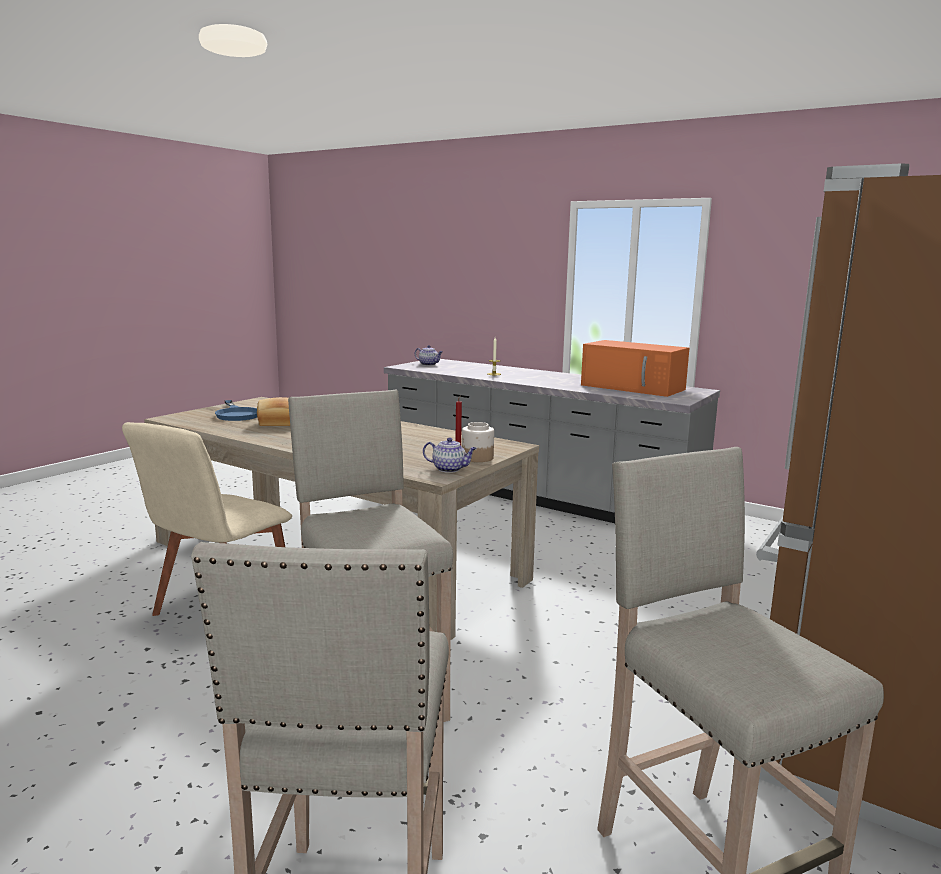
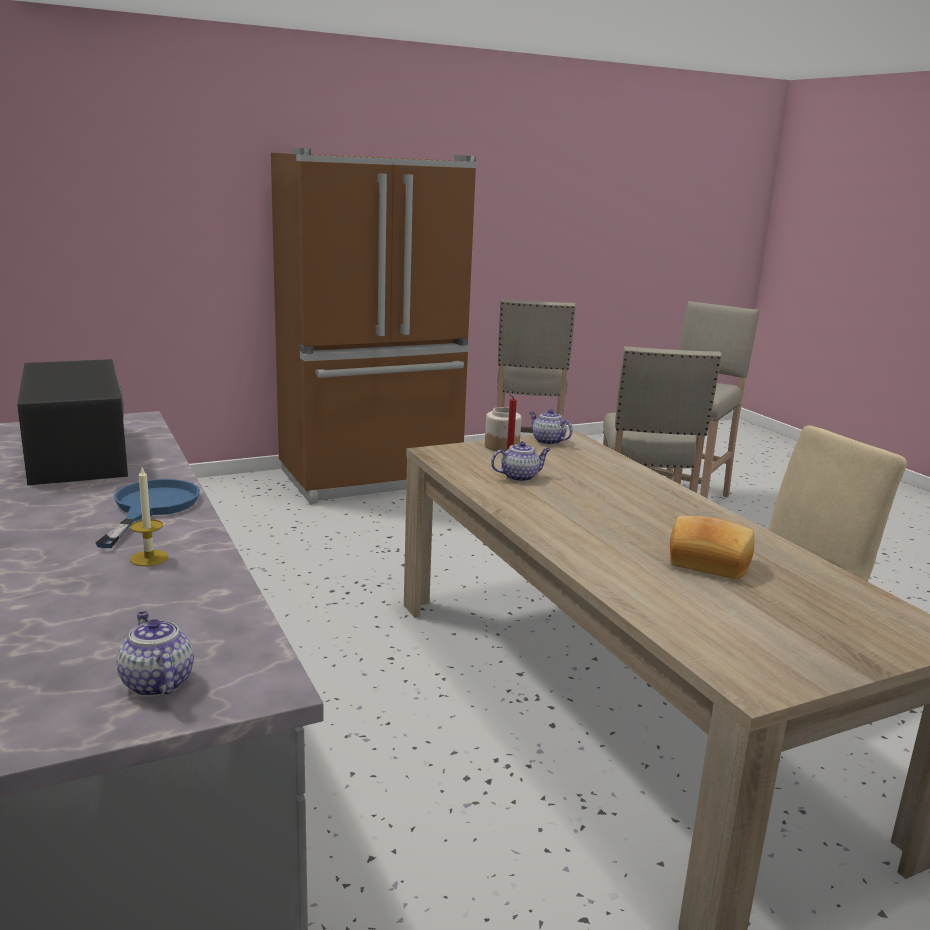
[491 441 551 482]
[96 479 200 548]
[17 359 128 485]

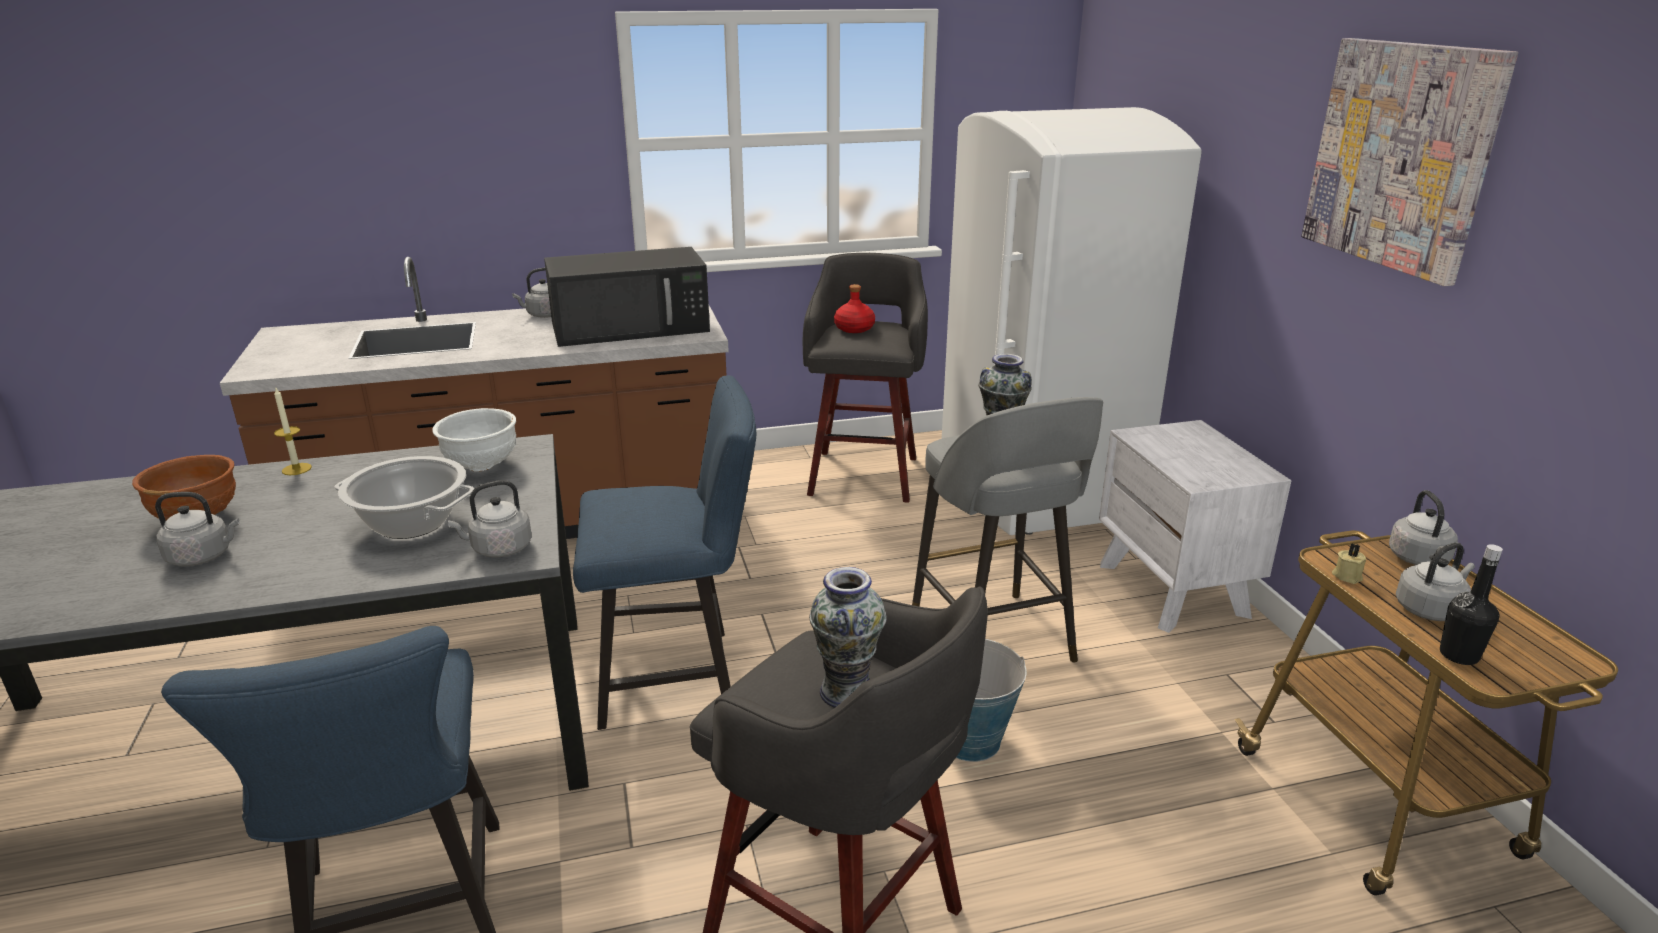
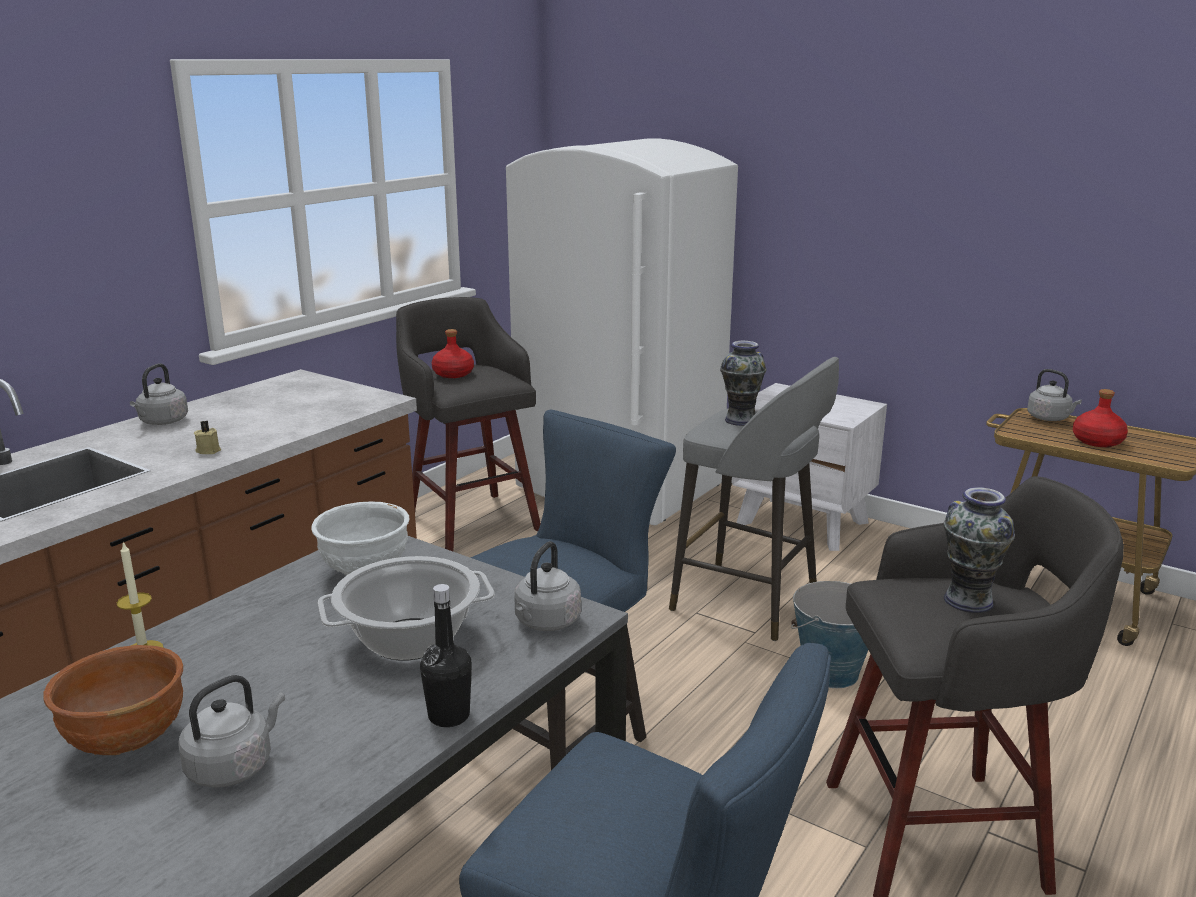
[544 247 710 347] (first image)
[1301 38 1518 286] (first image)
[194 421 221 454]
[420 584 472 727]
[1073 389 1128 447]

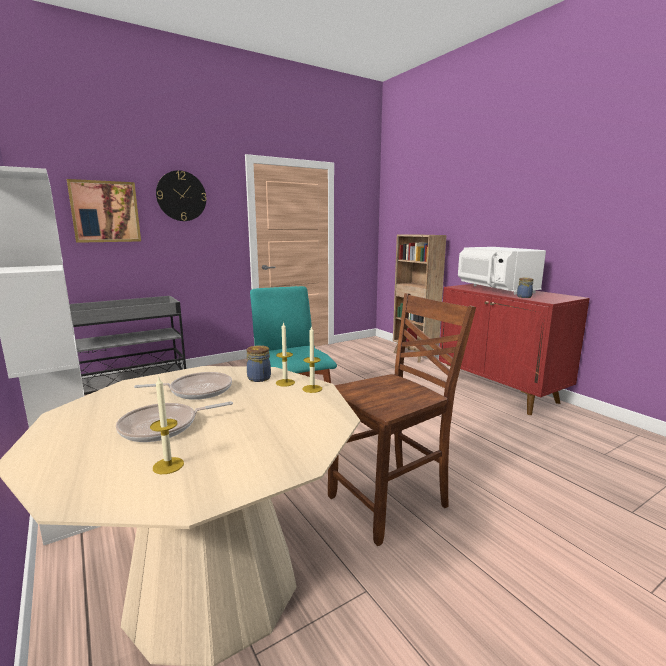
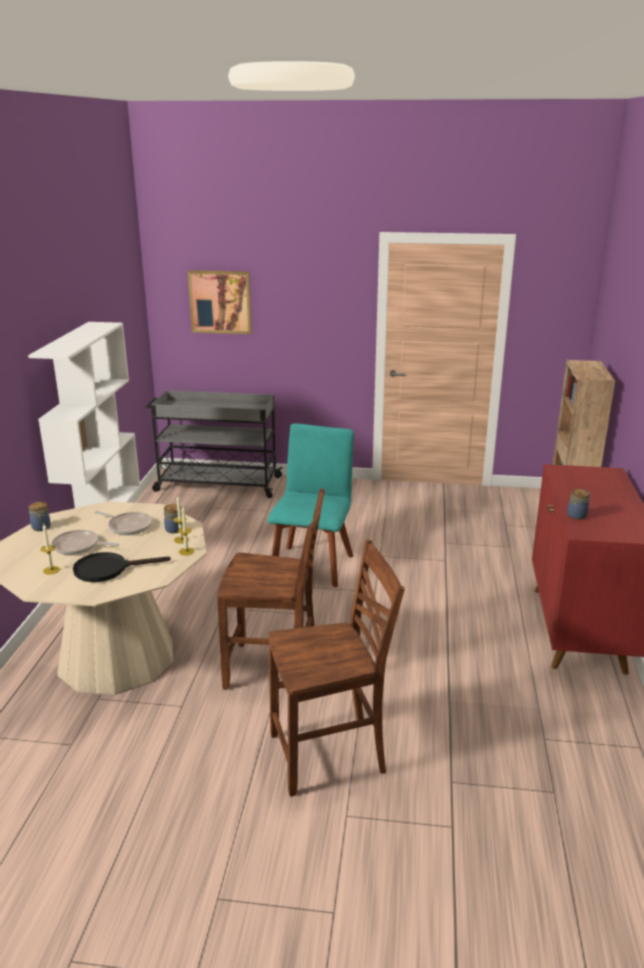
[156 170 206 221] (first image)
[458 247 546 295] (first image)
[29 502 51 531]
[73 552 171 582]
[269 540 404 797]

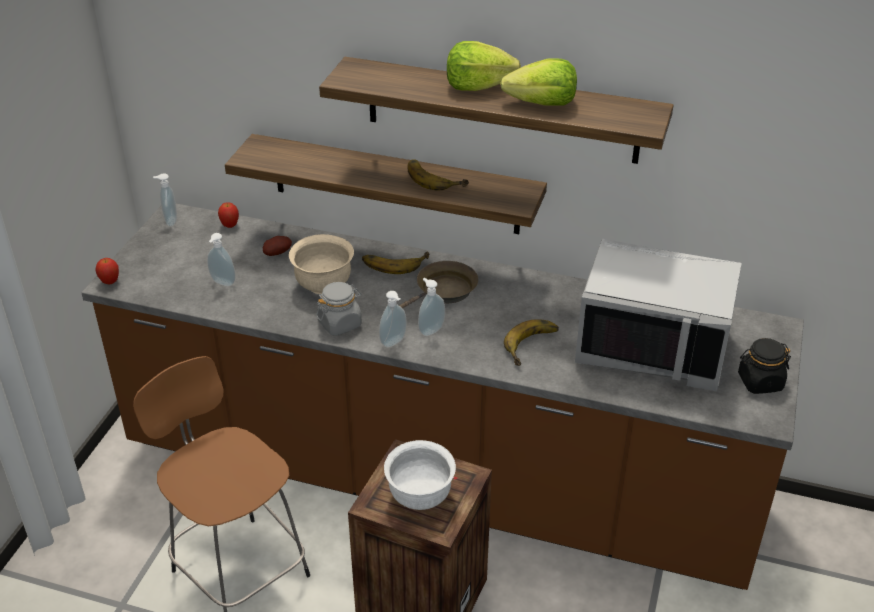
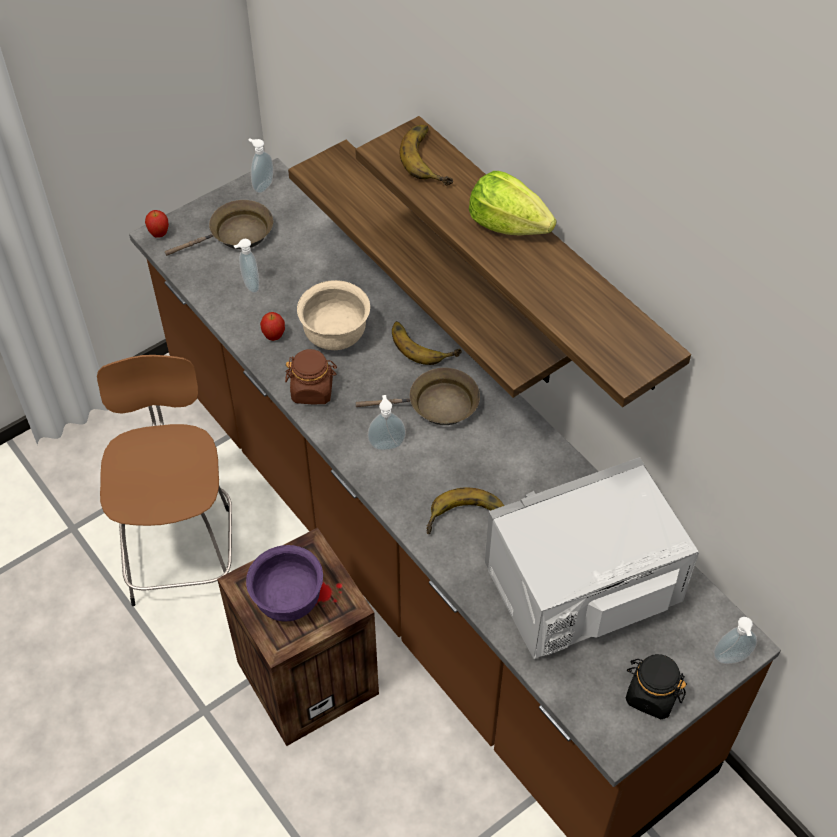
[263 236 292 256] (first image)
[500 58 577 106] (first image)
[165 200 273 256]
[260 312 285 341]
[714 617 757 664]
[400 125 453 186]
[285 349 337 404]
[246 545 323 621]
[485 457 699 660]

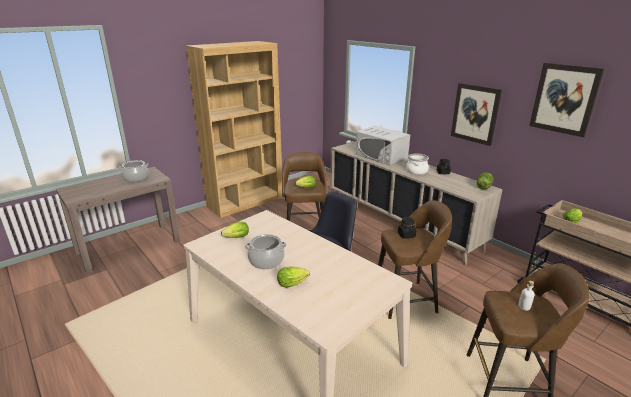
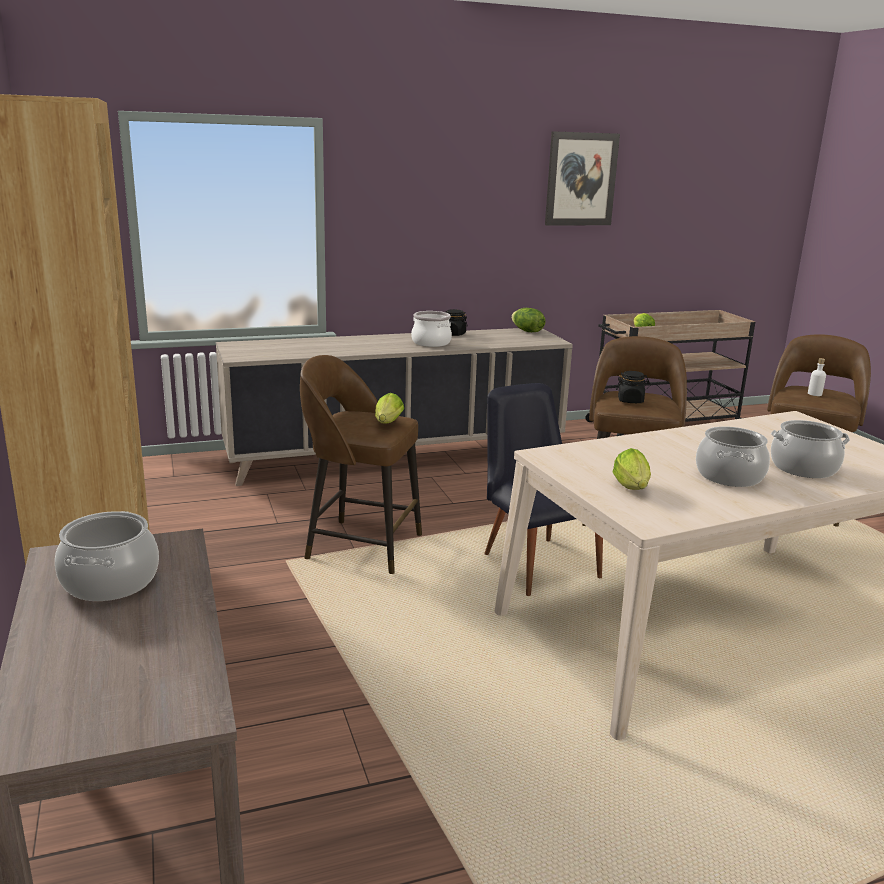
[356 126 410 166] (first image)
[451 83 502 146] (first image)
[771 420 850 478]

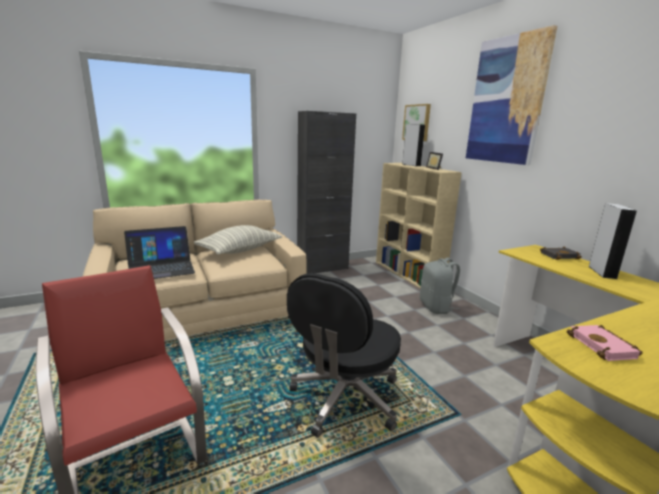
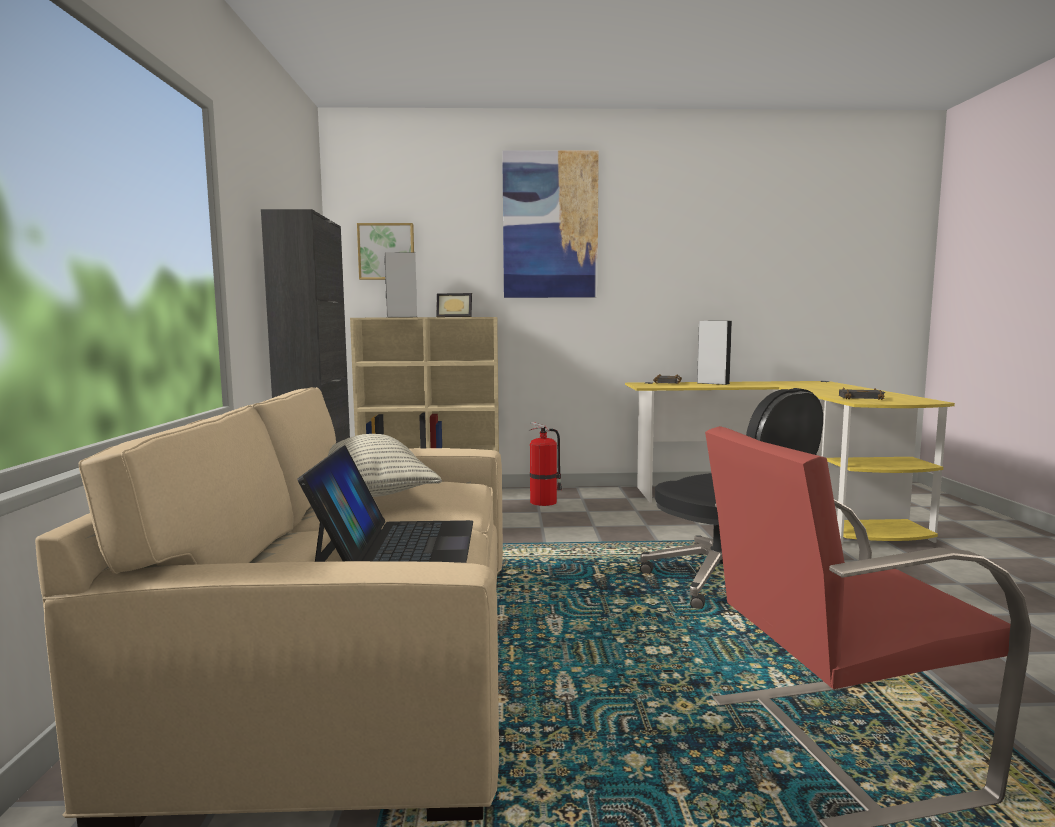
[528 422 562 506]
[839 388 885 400]

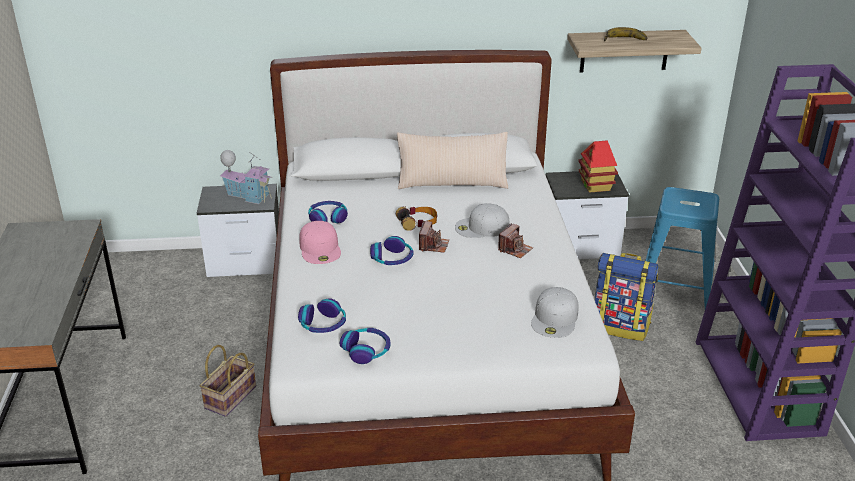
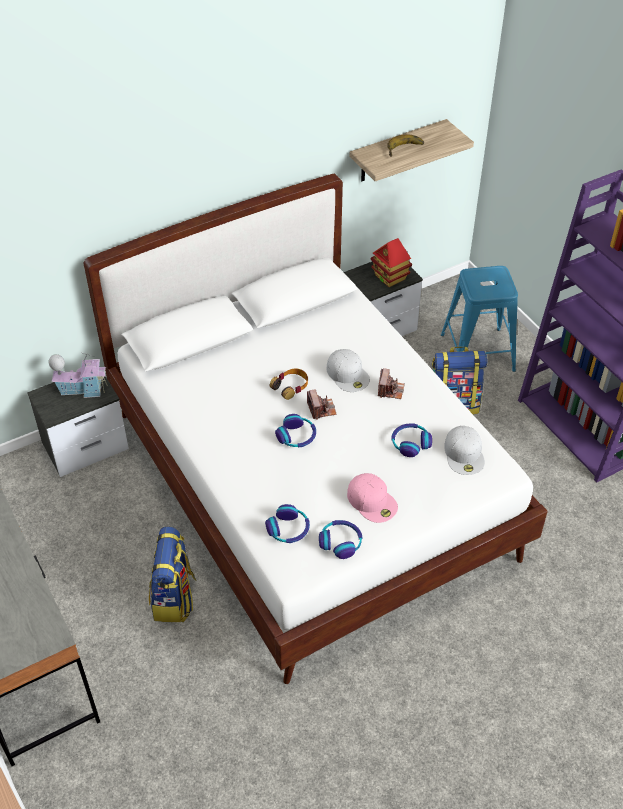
[397 132 508 189] (first image)
[347 473 398 523]
[392 424 432 457]
[149 527 197 622]
[327 349 370 392]

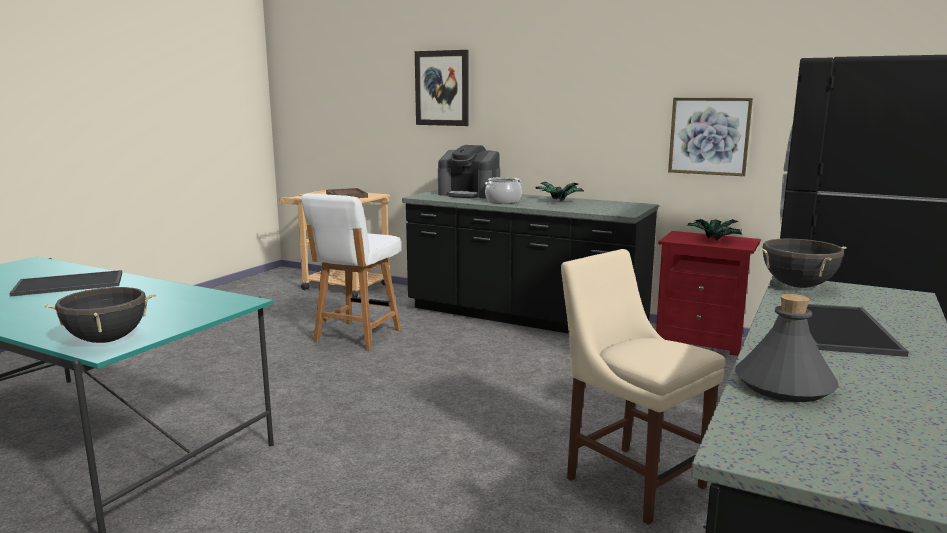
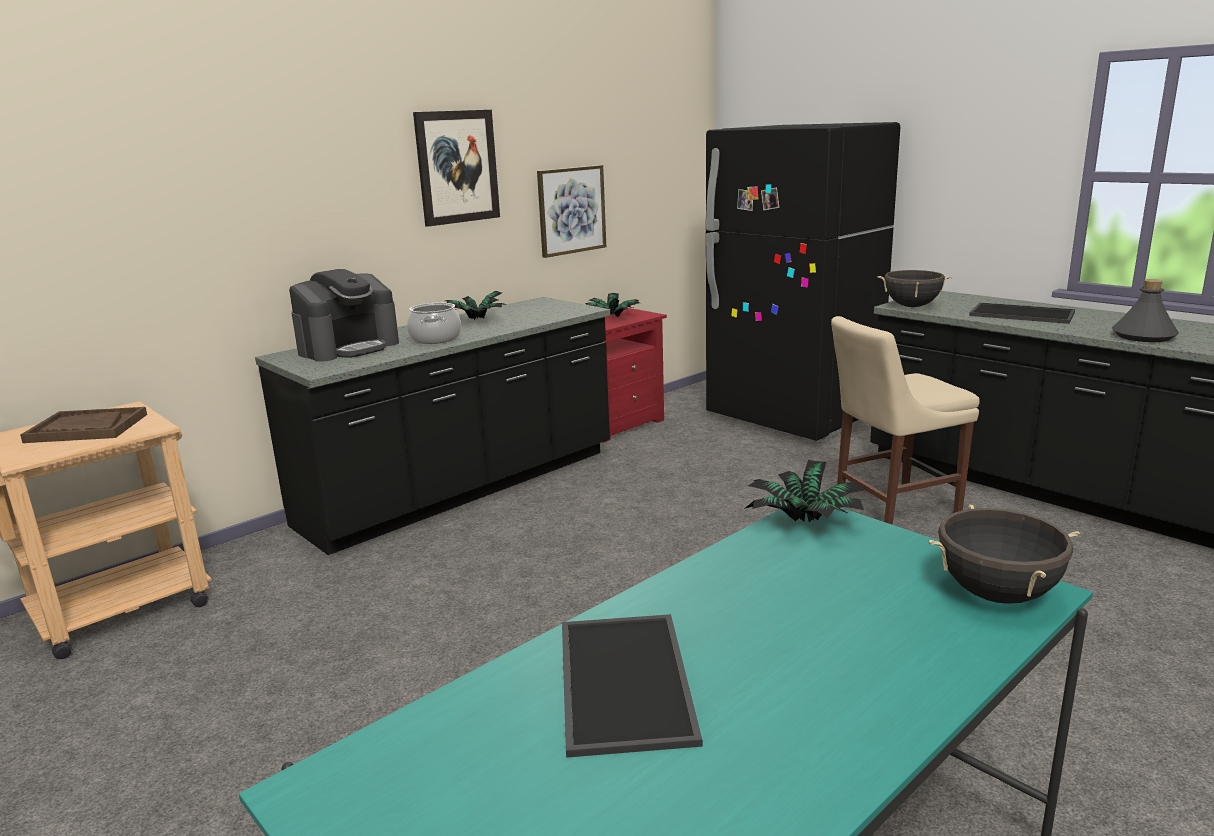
[301 194 401 351] (first image)
[744 460 869 522]
[413 110 500 227]

